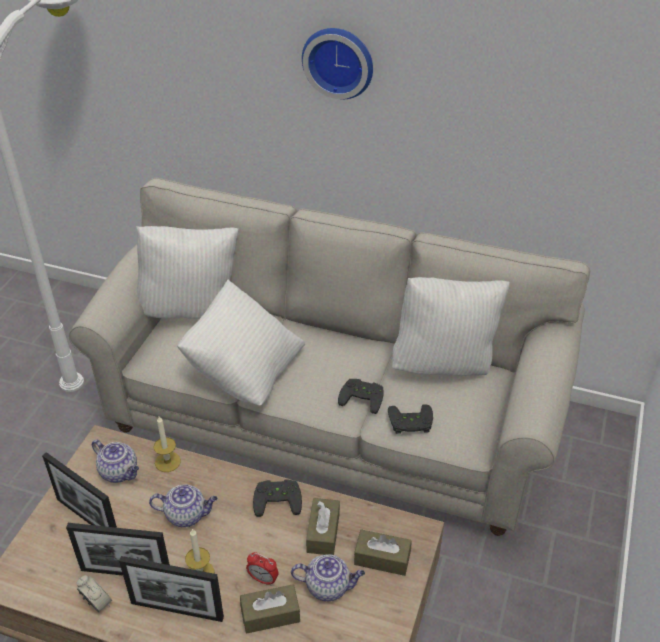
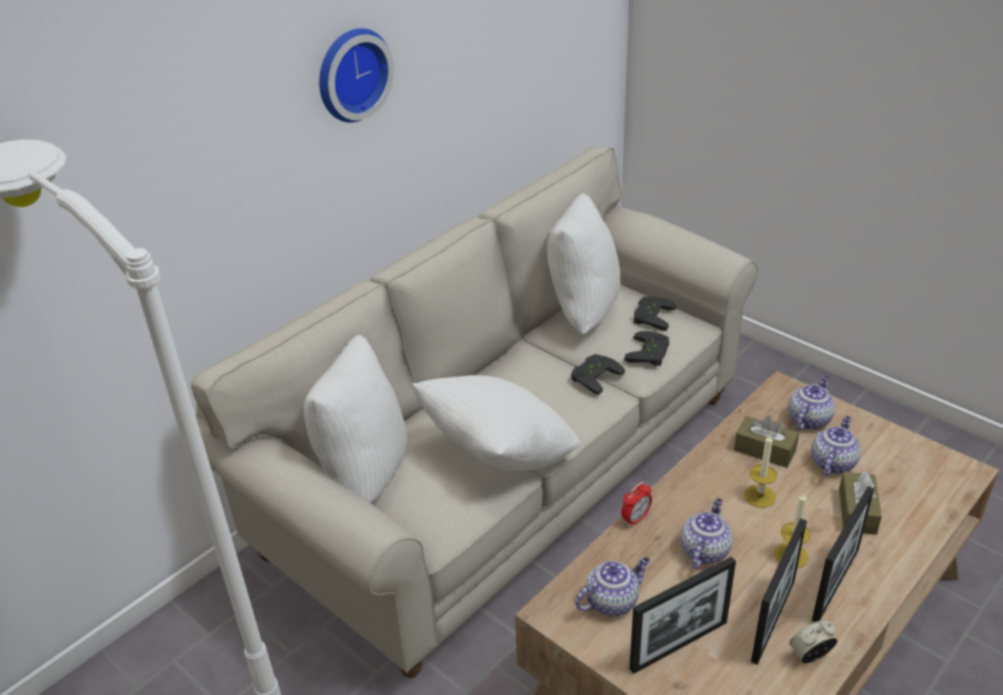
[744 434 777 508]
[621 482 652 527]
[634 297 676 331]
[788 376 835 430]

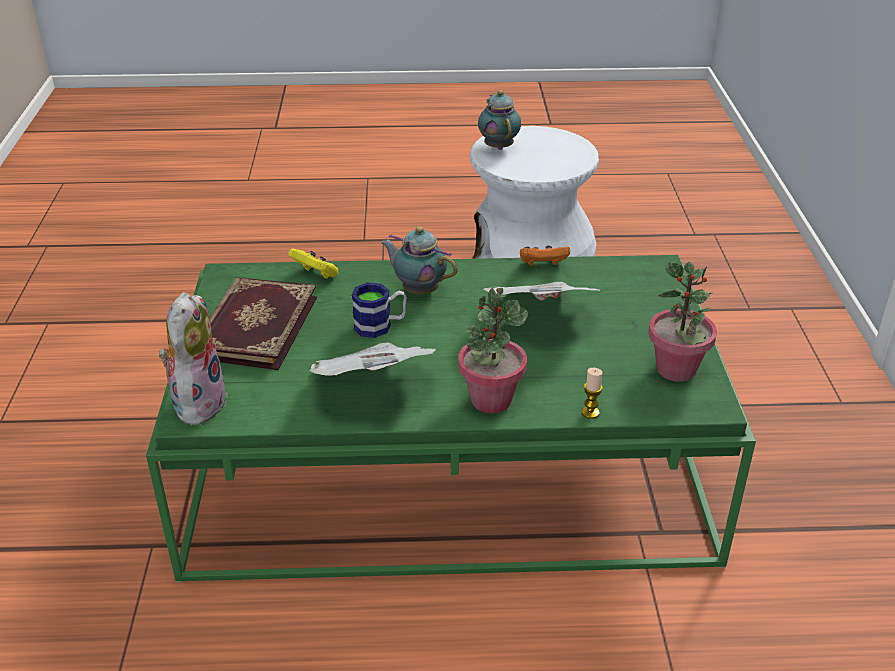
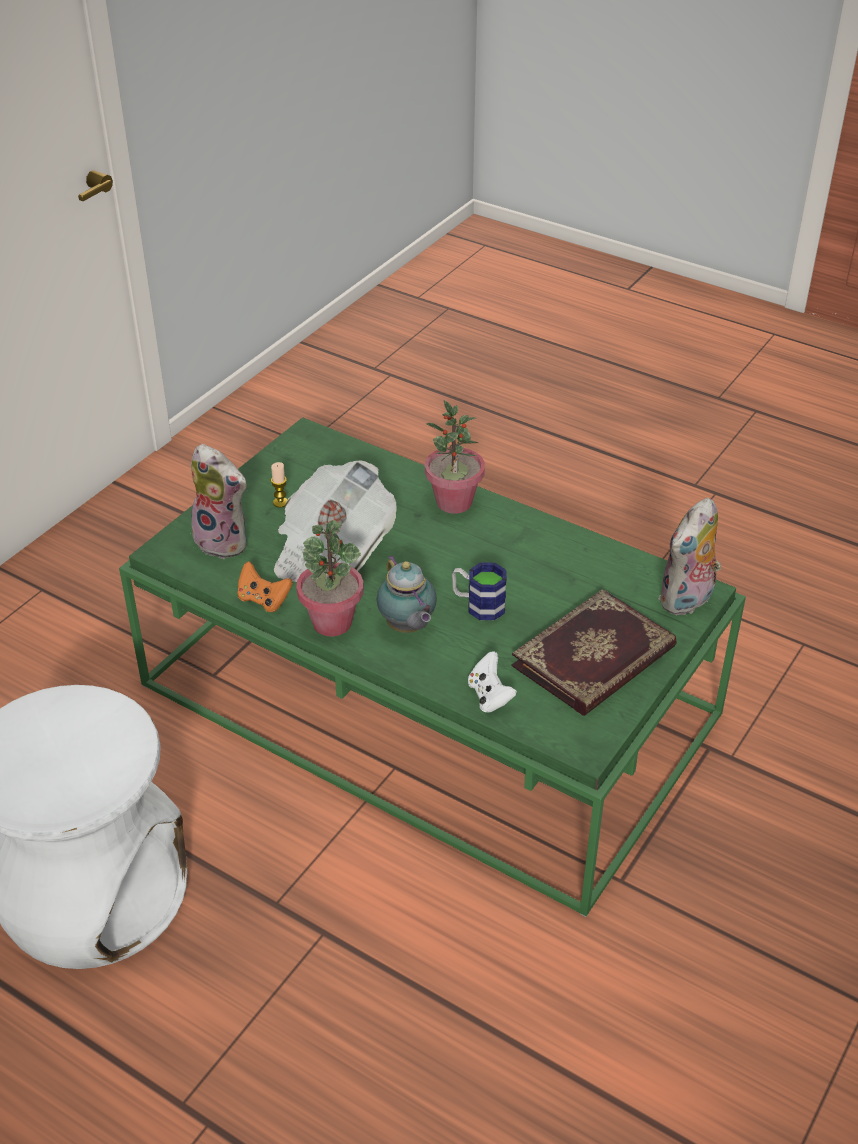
[310 342 436 376] (first image)
[478 90 521 150] (first image)
[191 444 248 559]
[271 462 288 508]
[296 520 364 636]
[468 651 517 713]

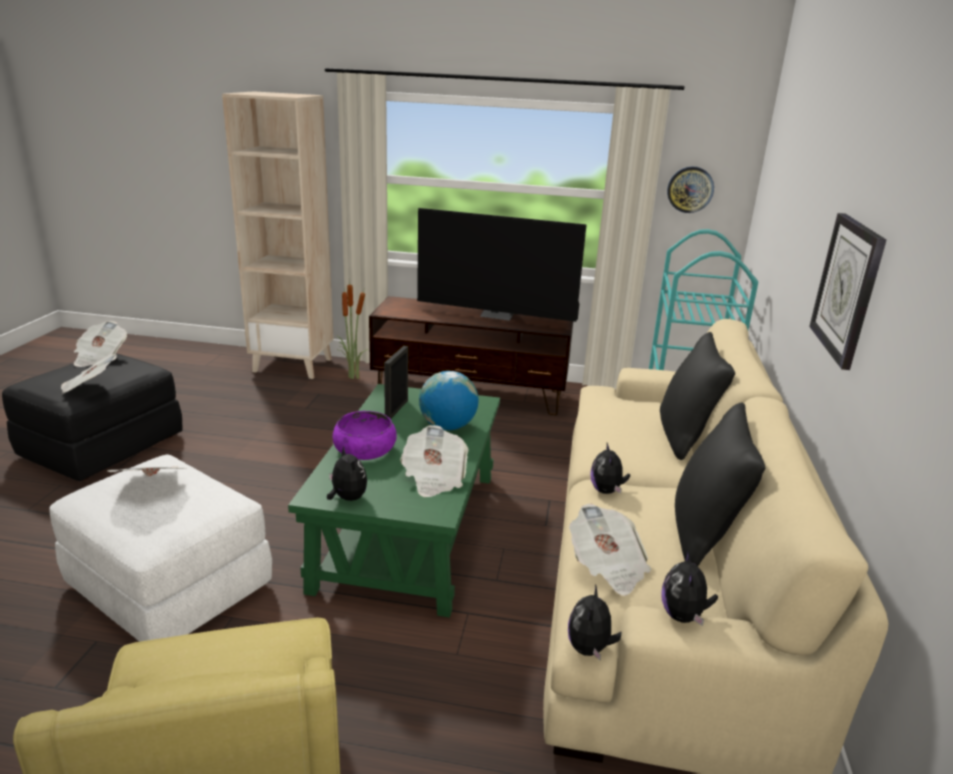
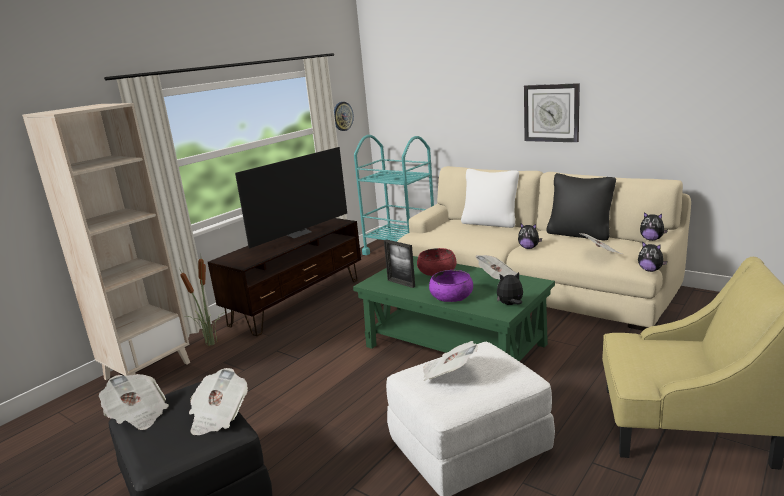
[417 248 457 276]
[461 169 519 228]

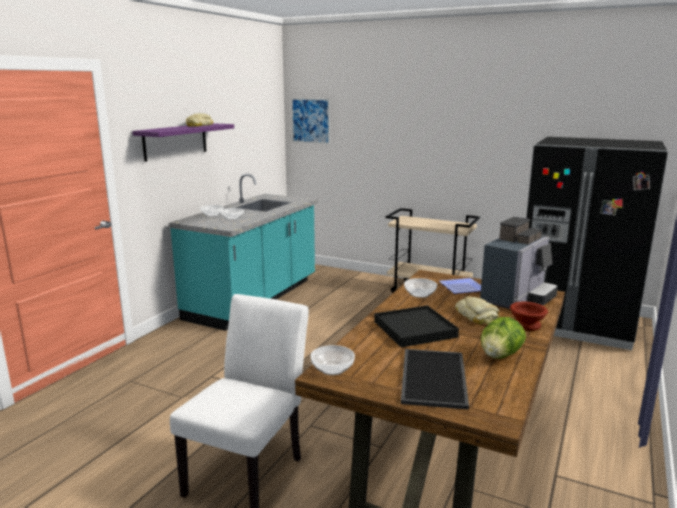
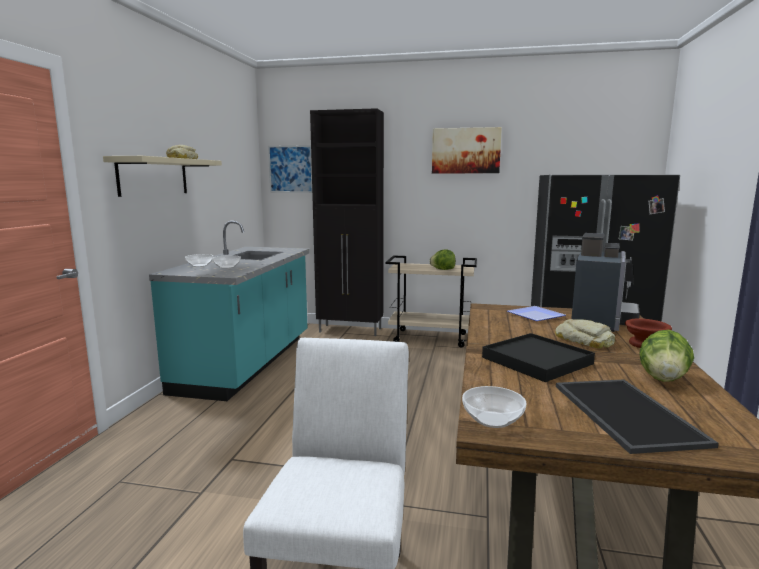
[404 278 437 298] (first image)
[310 108 384 336]
[430 249 456 270]
[432 127 502 173]
[103 156 222 197]

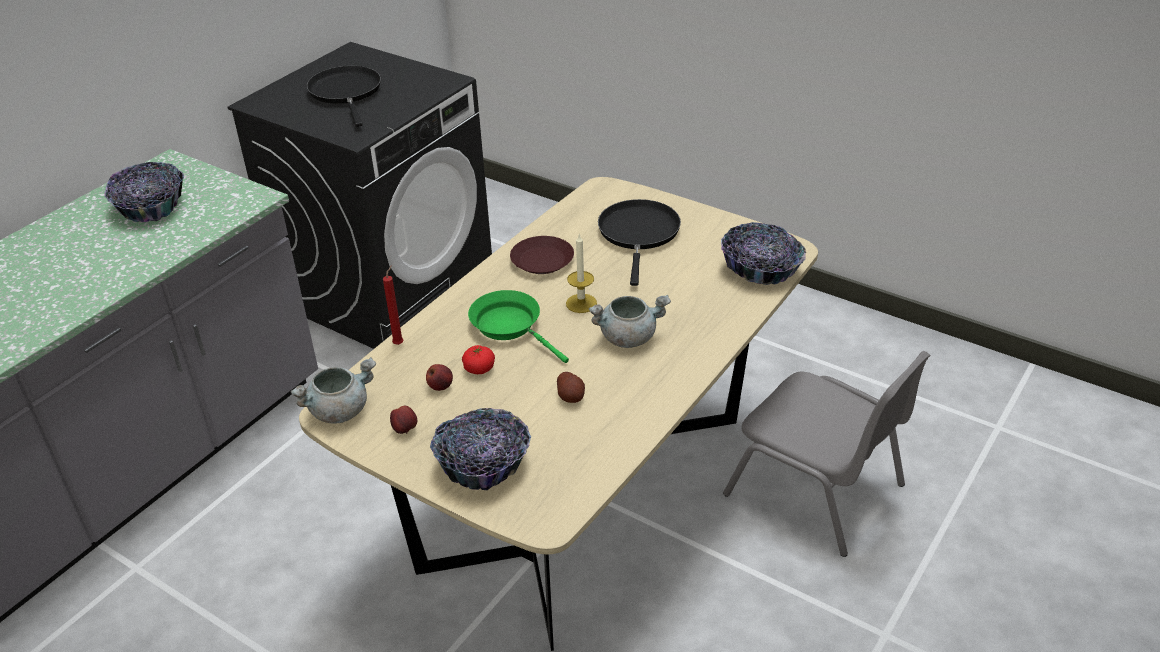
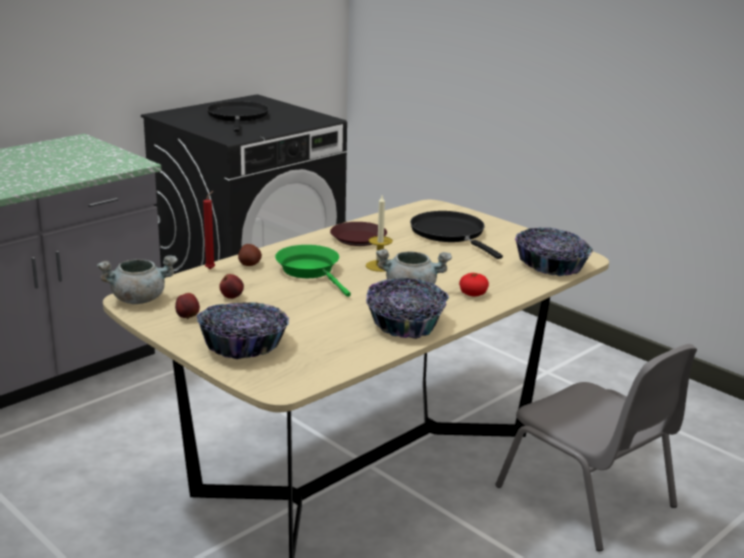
[366 278 449 339]
[459 273 489 297]
[238 244 262 266]
[410 211 503 259]

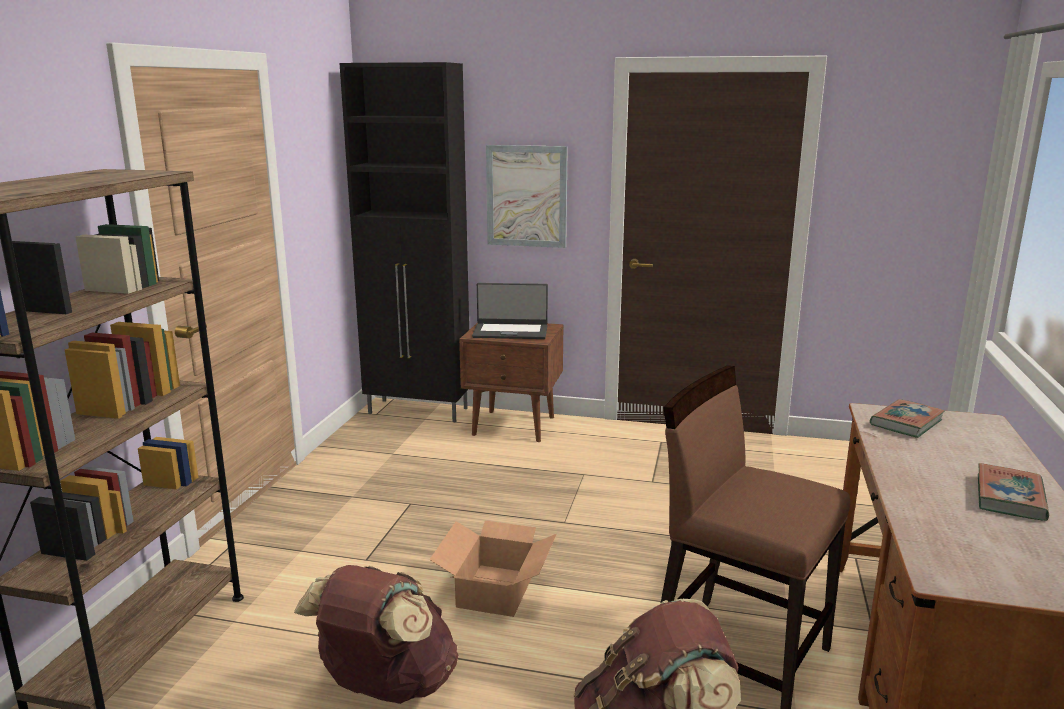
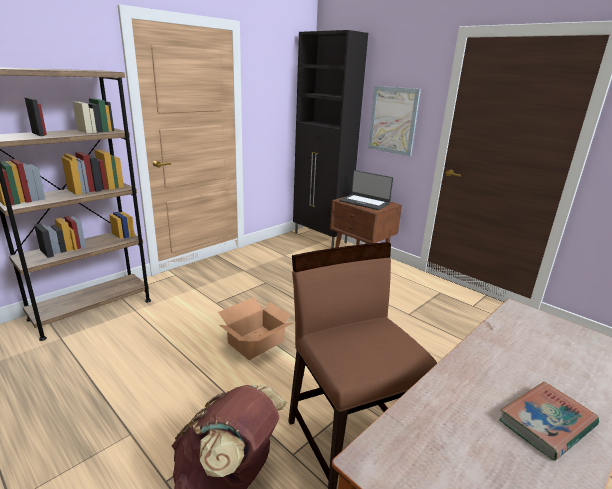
[294 565 459 704] (first image)
[870 399 945 438] (first image)

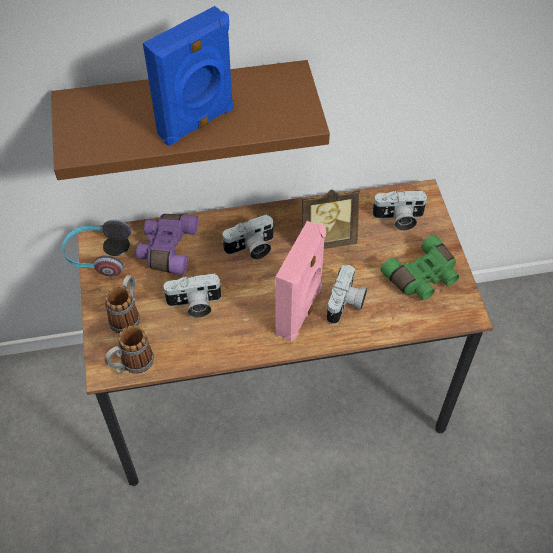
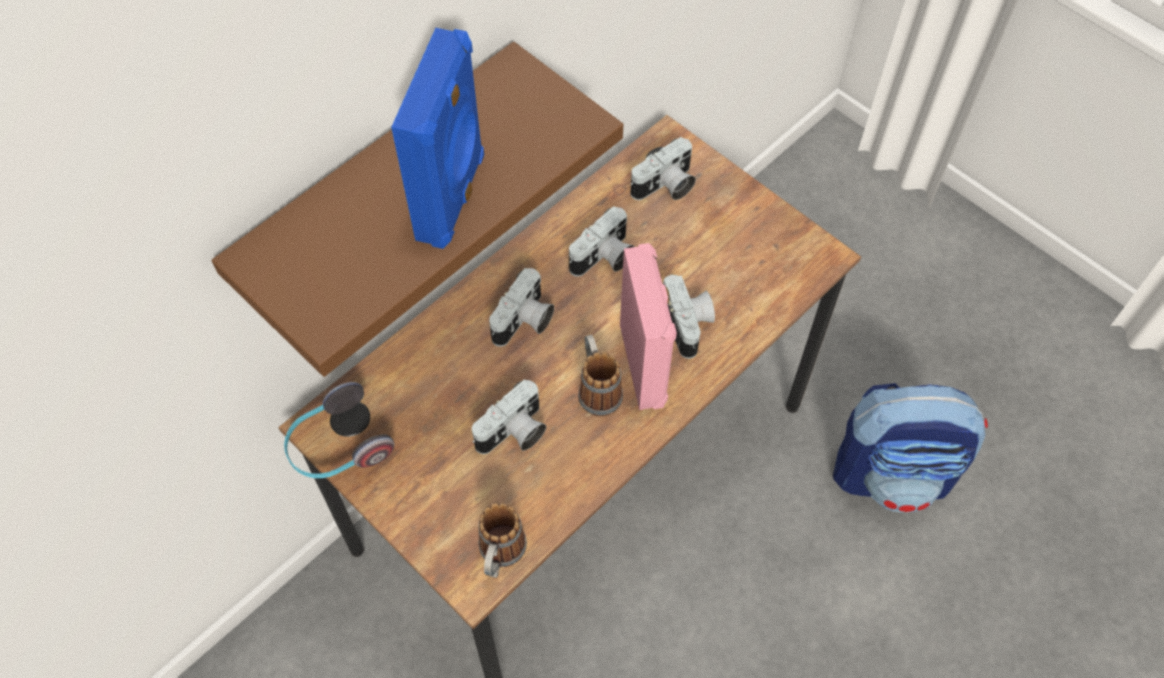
[136 214 199 275] (first image)
[380 235 459 300] (first image)
[833 383 988 512]
[578 335 623 416]
[569 206 635 277]

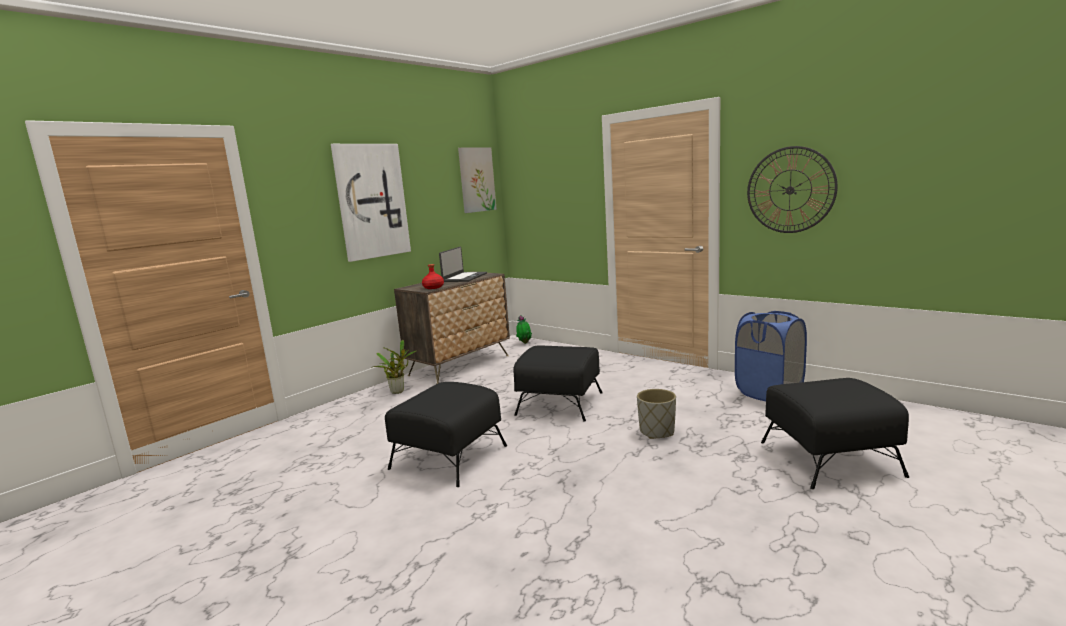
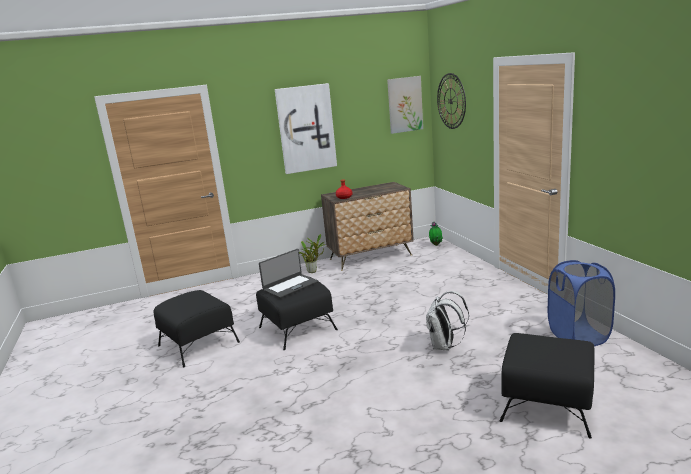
[259 249 319 298]
[154 290 240 367]
[437 73 466 129]
[426 291 469 351]

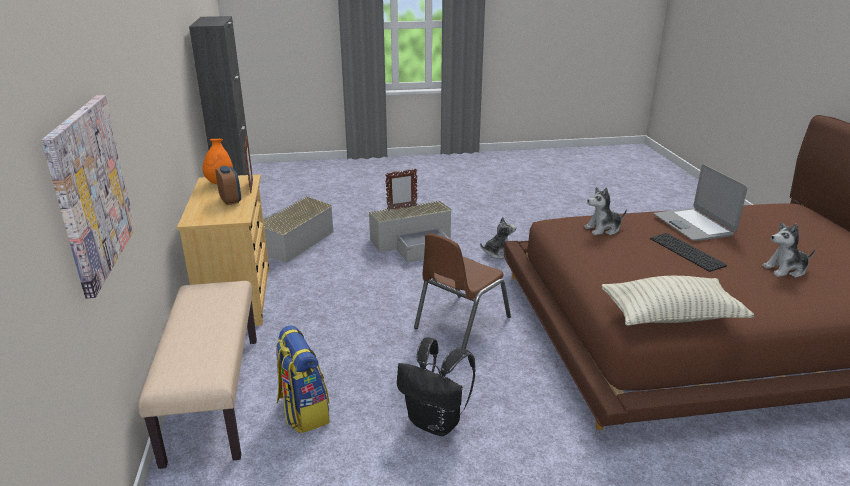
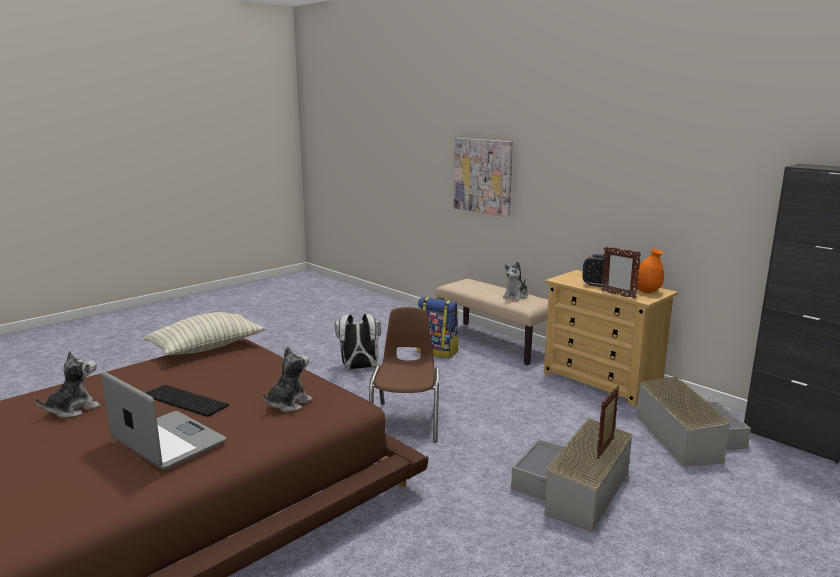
[503 262 528 301]
[335 314 381 369]

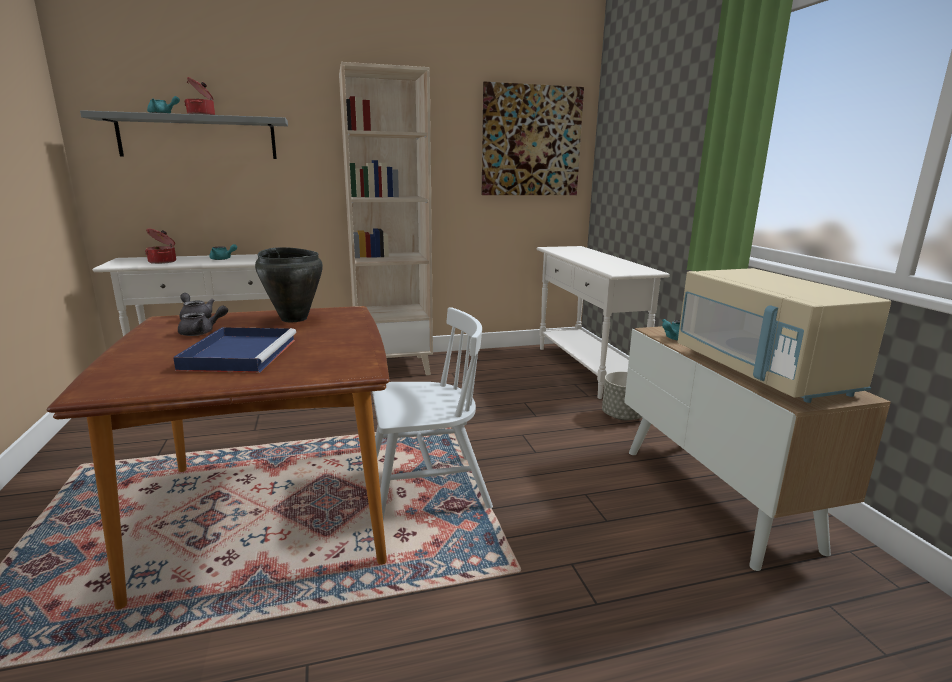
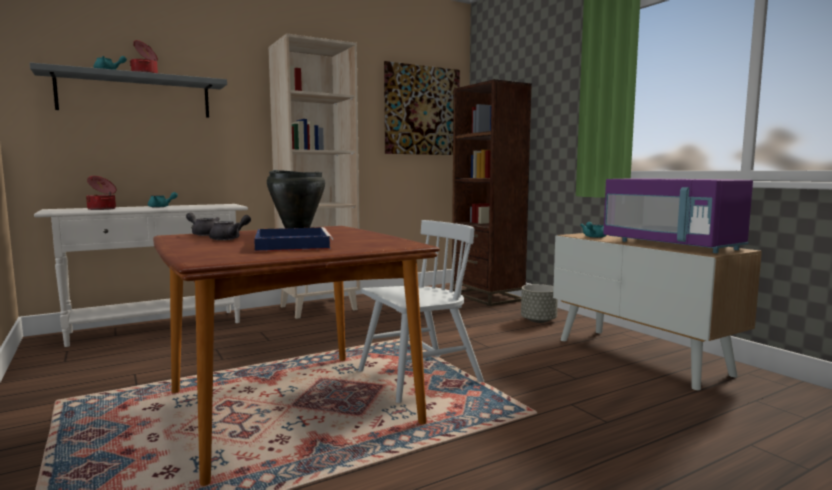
[452 79 532 306]
[603 178 753 253]

